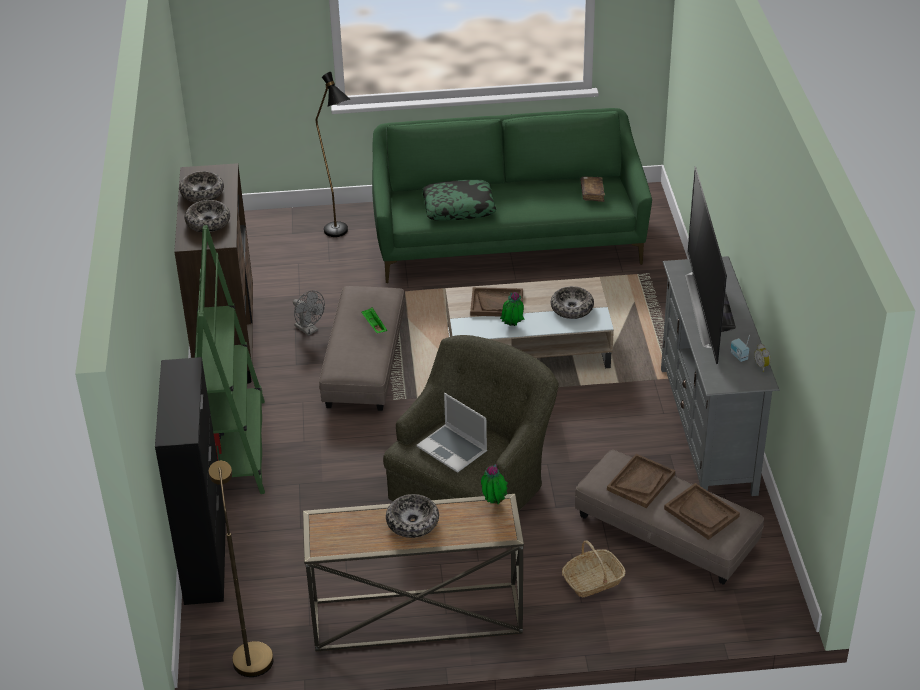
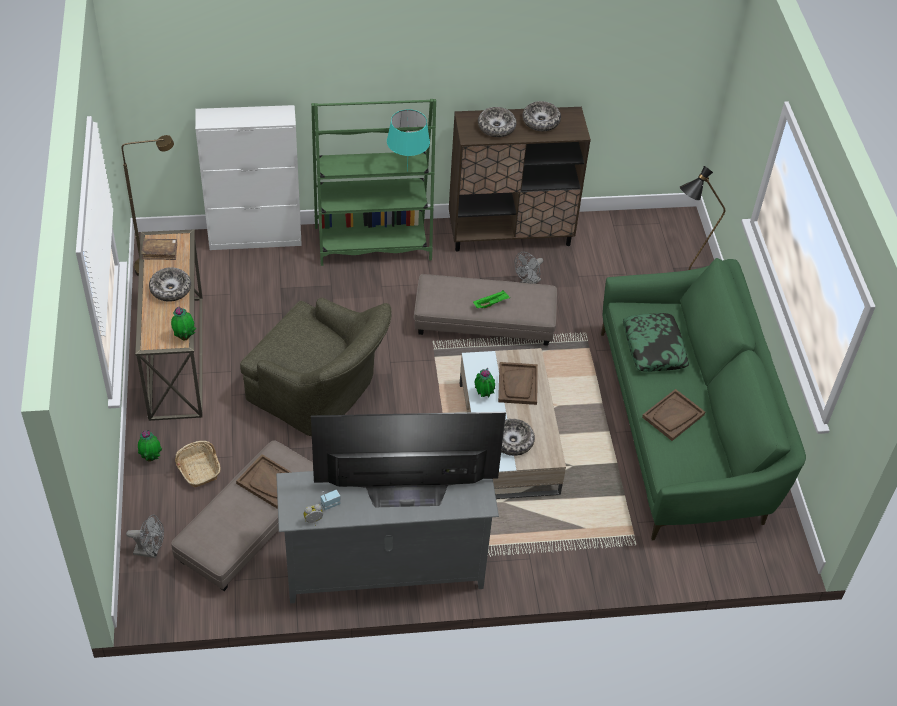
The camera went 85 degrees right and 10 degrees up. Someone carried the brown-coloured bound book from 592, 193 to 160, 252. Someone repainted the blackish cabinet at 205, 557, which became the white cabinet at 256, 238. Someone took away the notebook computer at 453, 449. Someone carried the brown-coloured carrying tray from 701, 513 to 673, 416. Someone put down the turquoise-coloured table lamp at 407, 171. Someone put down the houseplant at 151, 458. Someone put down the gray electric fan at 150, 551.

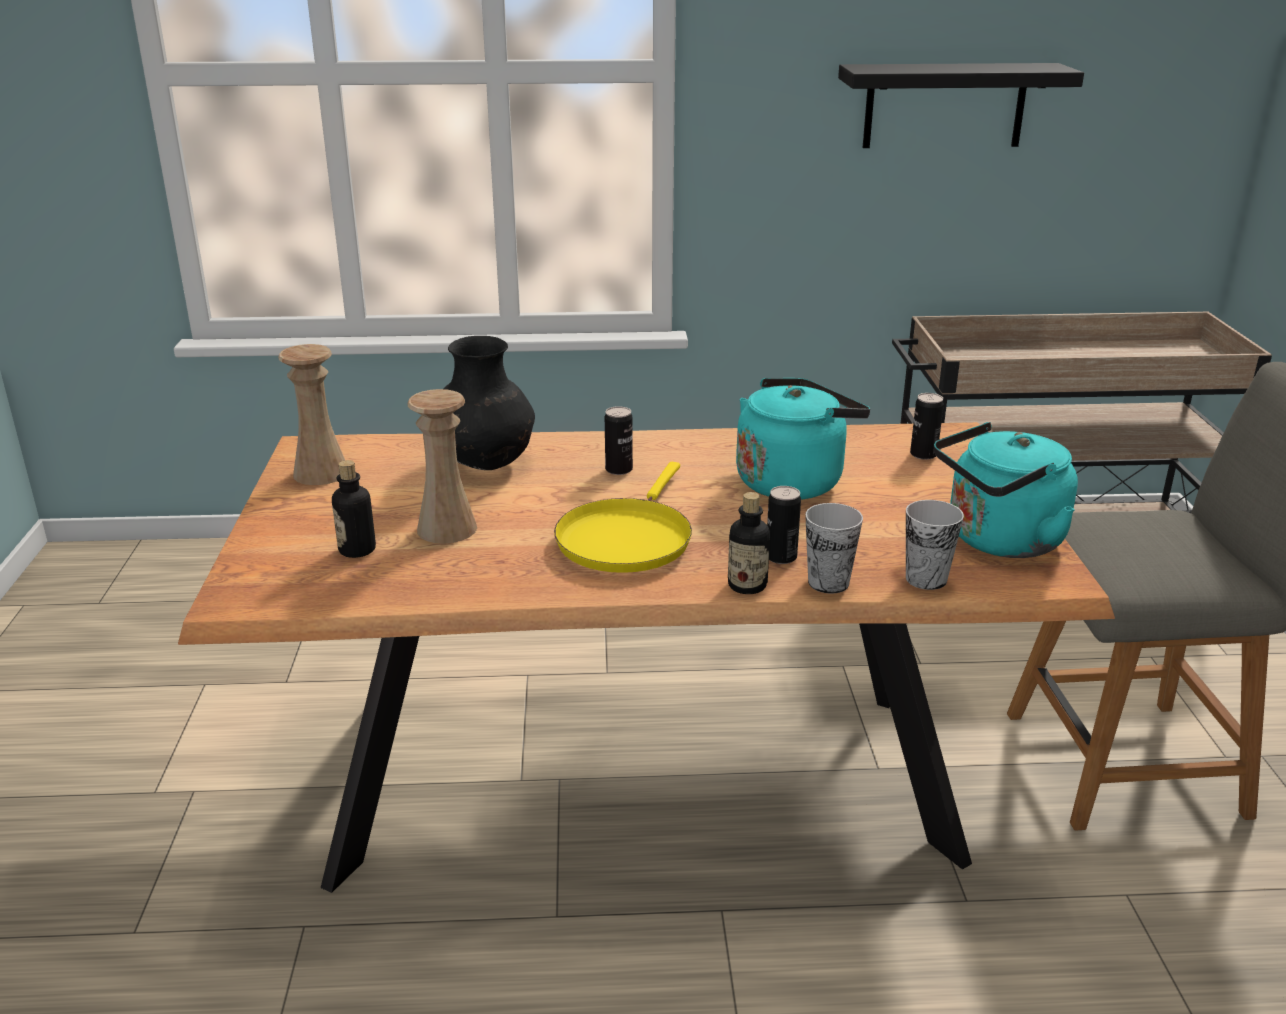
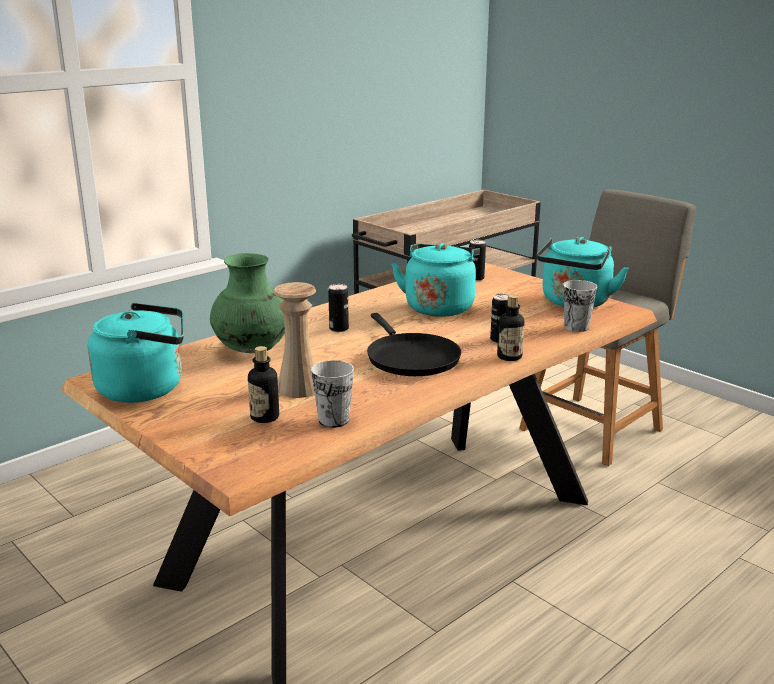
The camera went 40 degrees left and 5 degrees down. Someone took away the blackish bracket shelf at 944, 105. Someone repainted the blackish flower vase at 485, 464, which became the greenish flower vase at 252, 350. Someone swapped the sand-coloured flower vase at 321, 473 for the turquoise-coloured water kettle at 146, 388. Someone repainted the yellowish skillet at 626, 539, which became the blackish skillet at 410, 358. Someone carried the drinking cup from 828, 582 to 333, 420.

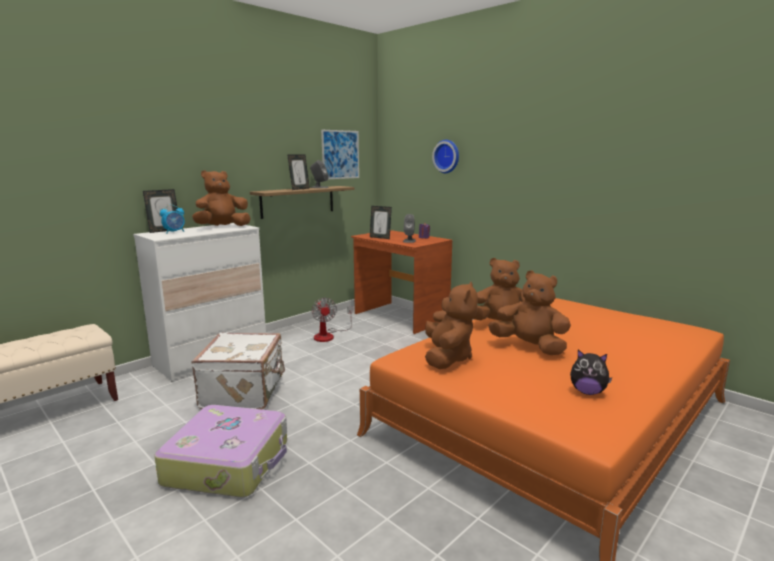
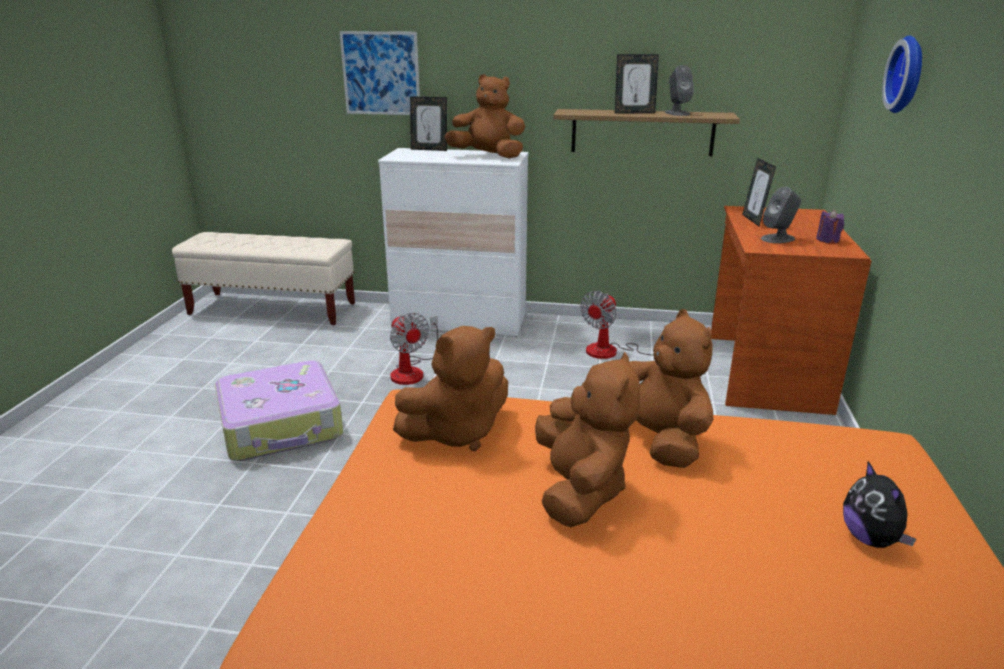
The camera went 55 degrees right and 10 degrees up. Someone carried the wall picture from 340, 154 to 381, 73. Someone took away the alarm clock at 174, 232. Someone swapped the white piece of luggage at 244, 392 for the electric fan at 412, 371. Someone carried the cuddly toy from 587, 392 to 871, 539.

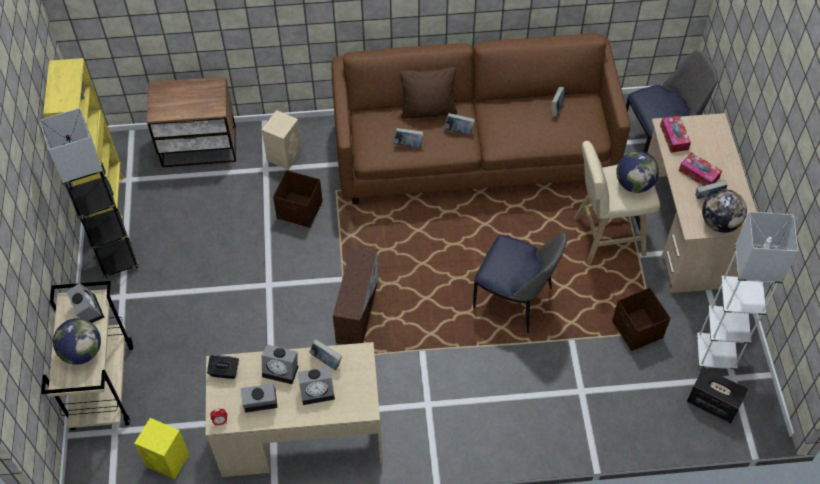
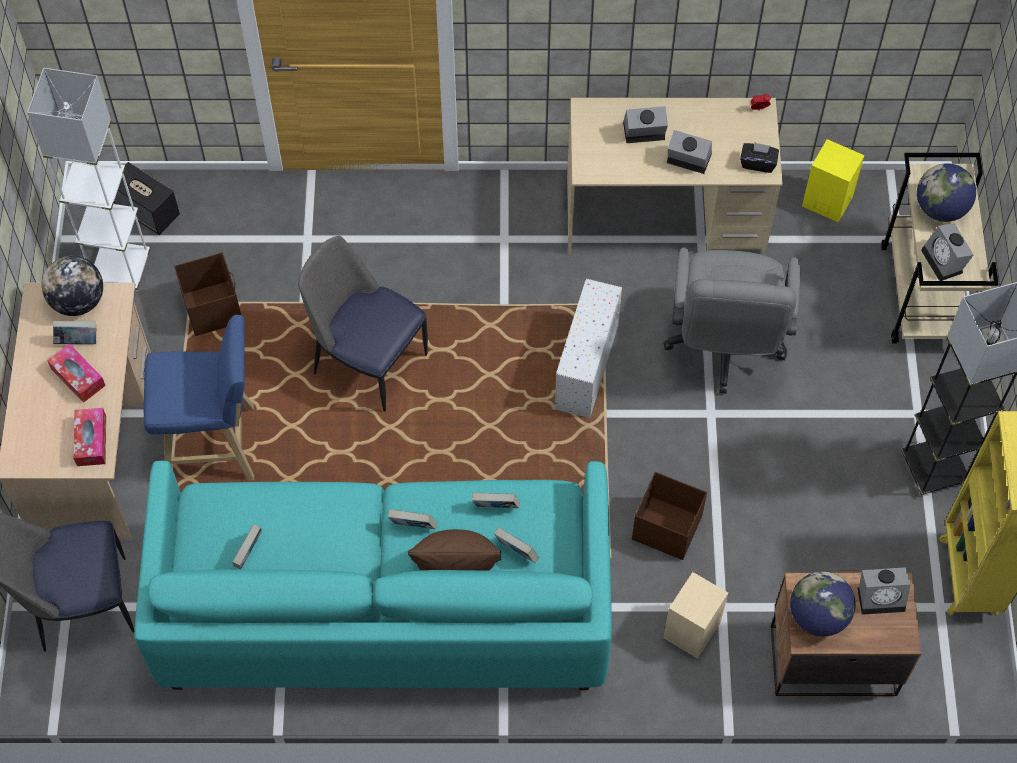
The camera went 175 degrees left and 5 degrees up. Someone repainted the brown-coloured couch at 474, 153, which became the turquoise-coloured couch at 383, 607. Someone repainted the sand-coloured stool at 605, 236, which became the blue-coloured stool at 216, 445. Someone carried the globe from 634, 184 to 818, 616. Someone repainted the brown-coloured storage box at 357, 308, which became the white storage box at 586, 368. Someone carried the bound book from 326, 361 to 516, 552. Someone carried the alarm clock from 259, 402 to 882, 597. Someone put down the gray office chair at 724, 348.

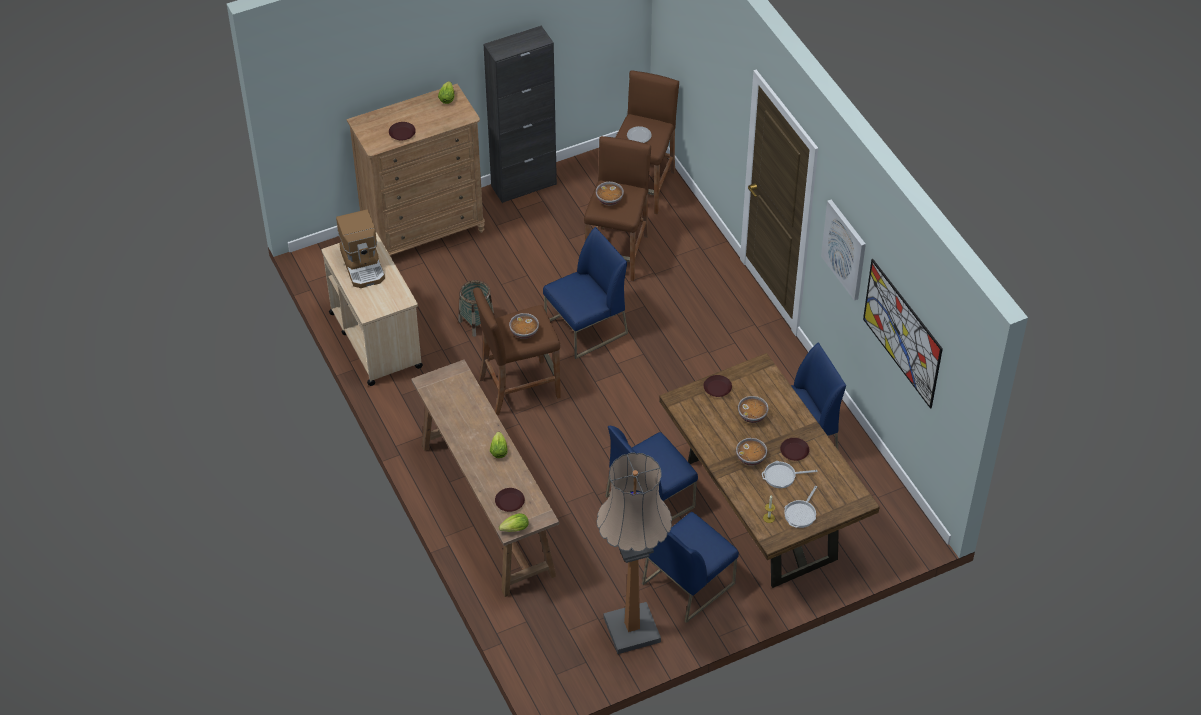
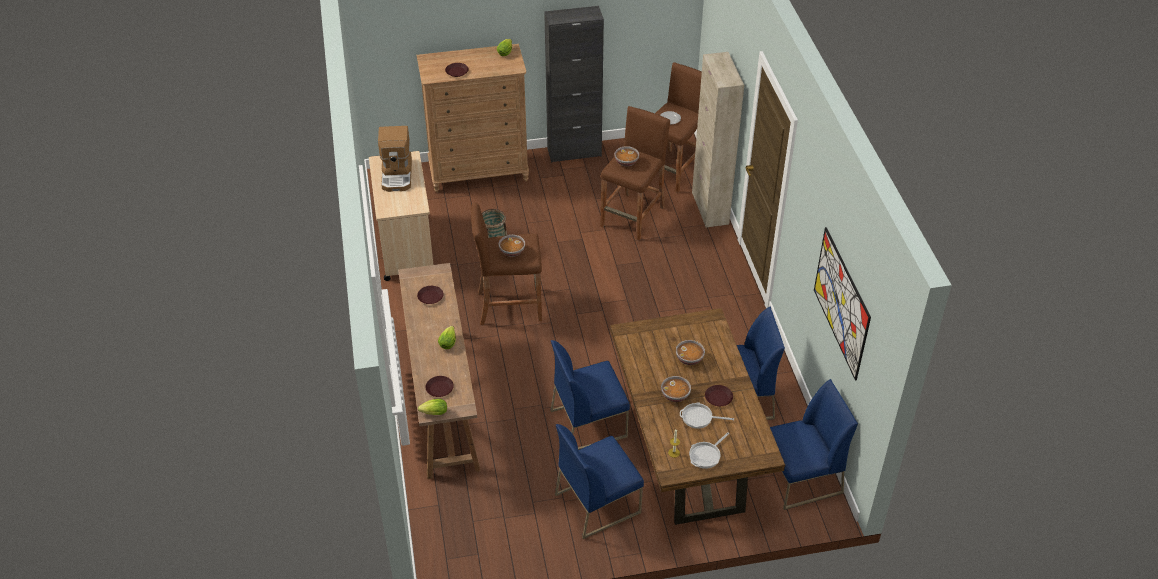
The camera went 15 degrees right and 5 degrees down. Someone took away the wall picture at 845, 249. Someone carried the blue-coloured plain chair from 586, 328 to 800, 479. Someone carried the brown-coloured plate from 717, 388 to 430, 297. Someone took away the standing lamp at 632, 630. Someone put down the sand-coloured cabinet at 710, 208.

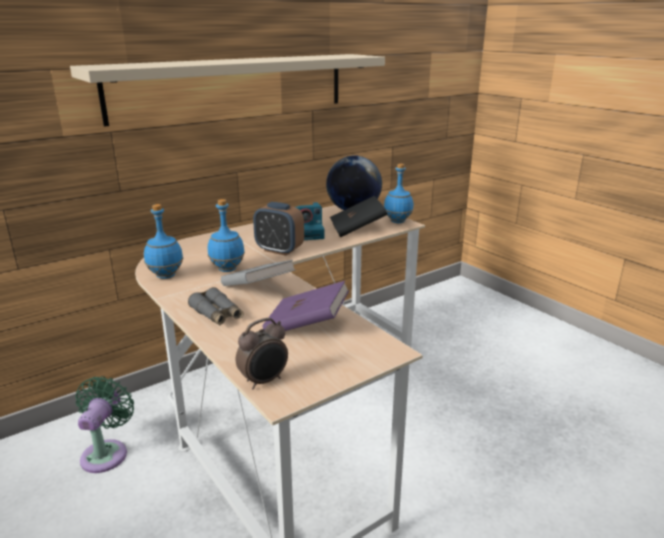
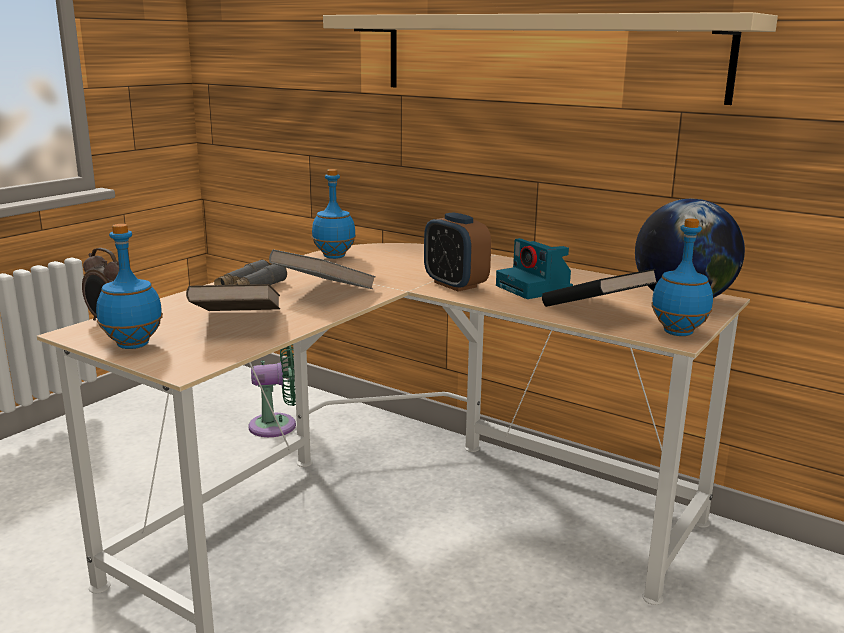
The camera went 70 degrees right and 5 degrees down. Someone carried the blue-coloured beverage bottle from 228, 269 to 133, 345. Someone rotated the alarm clock at 279, 250 by 45 degrees counterclockwise. Someone repainted the purple-coloured bound book at 306, 326, which became the brown-coloured bound book at 237, 323.

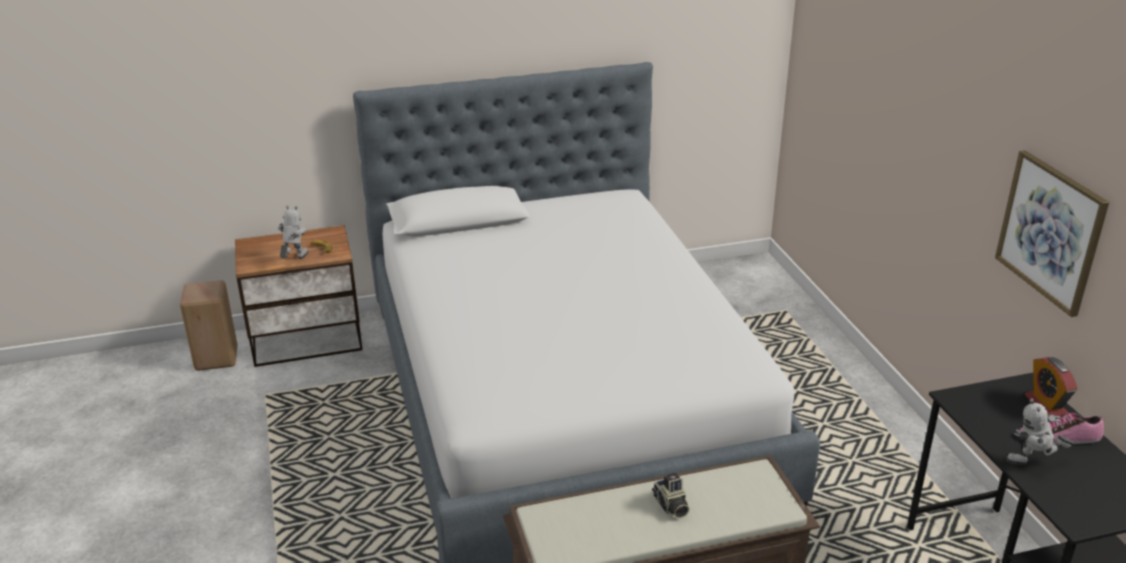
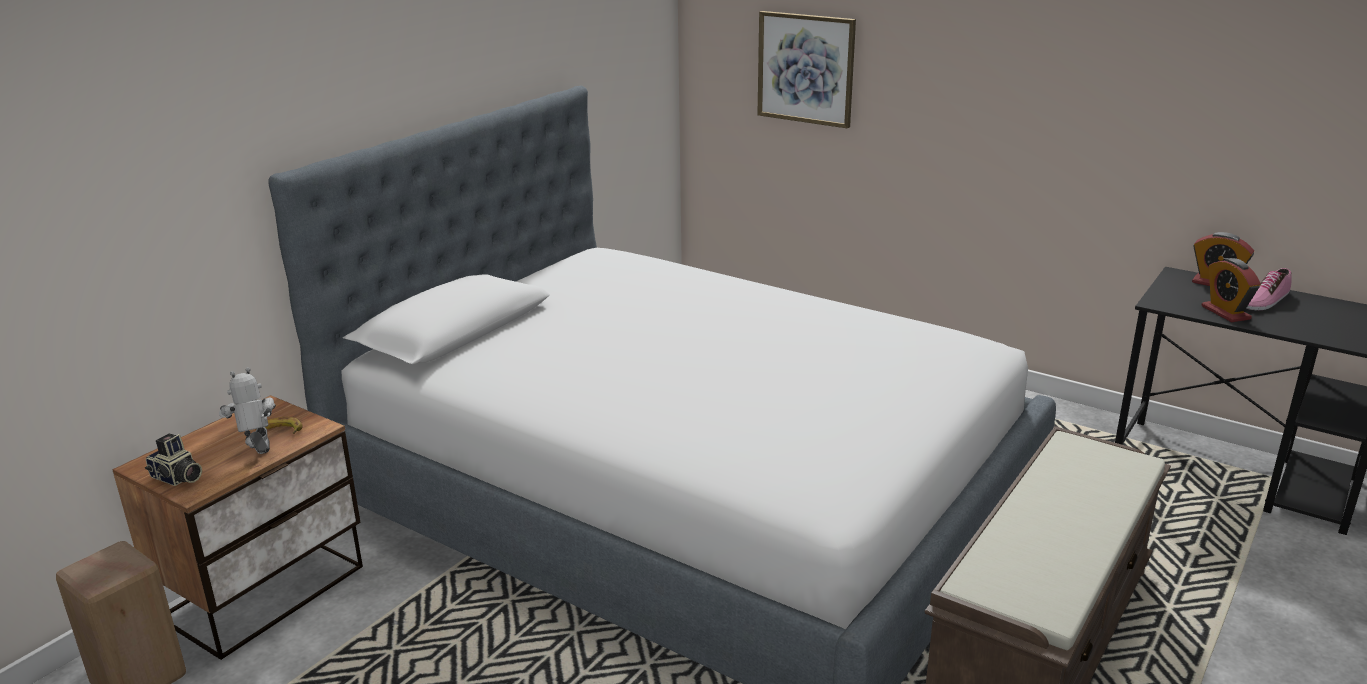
The camera went 40 degrees left and 5 degrees down. Someone carried the wall picture from 1050, 231 to 806, 68. Someone took away the model robot at 1033, 465. Someone carried the photo camera from 670, 506 to 177, 478. Someone put down the alarm clock at 1225, 312.

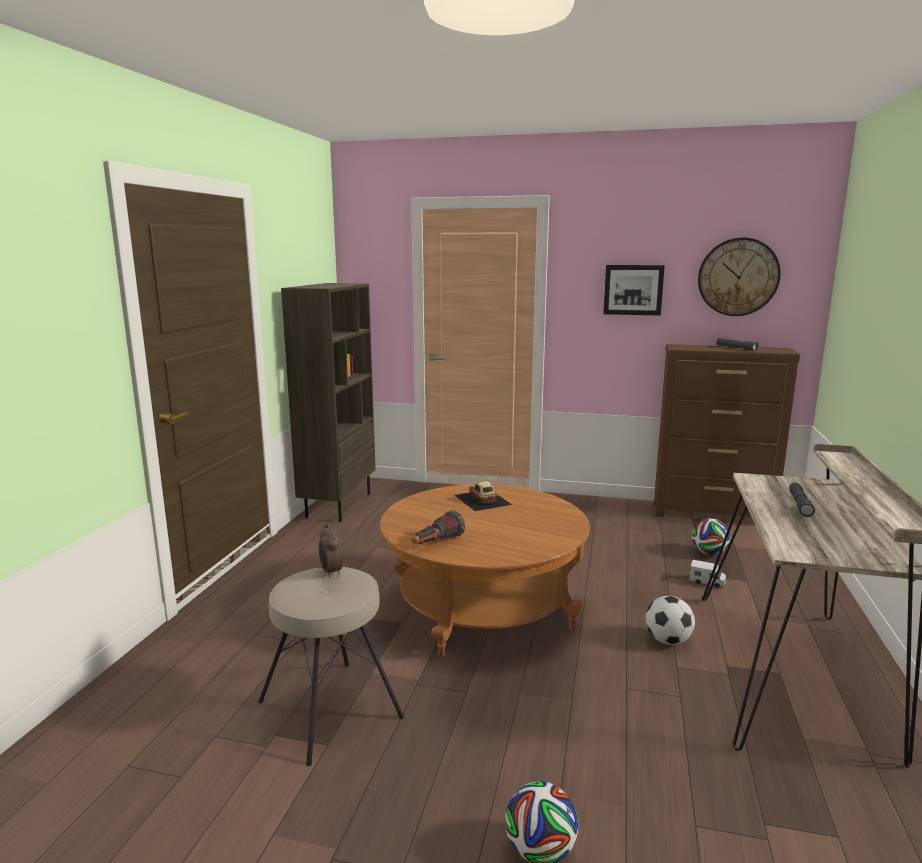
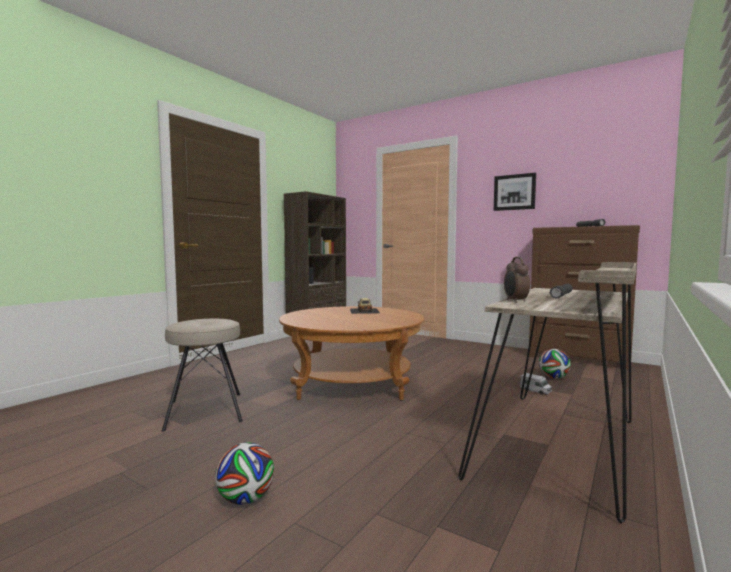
The camera went 20 degrees right and 10 degrees down. Someone took away the clock on the wall at 738, 277. Someone took away the hand torch at 436, 544. Someone carried the alarm clock from 330, 572 to 515, 301. Someone took away the ball for football at 668, 640.

